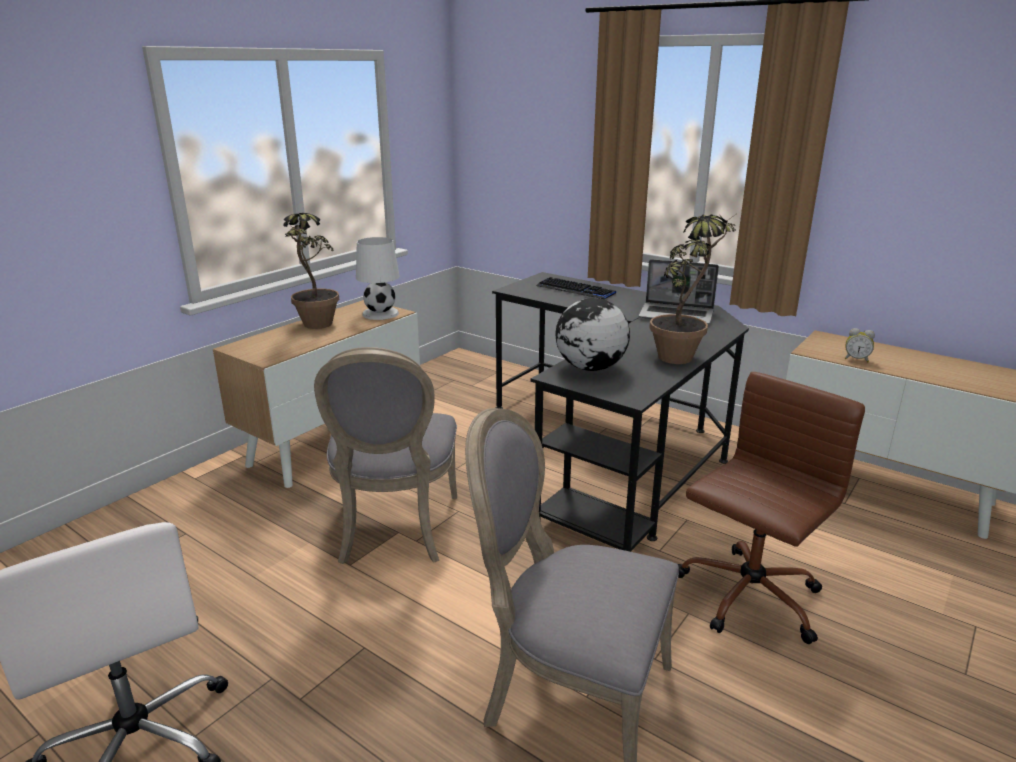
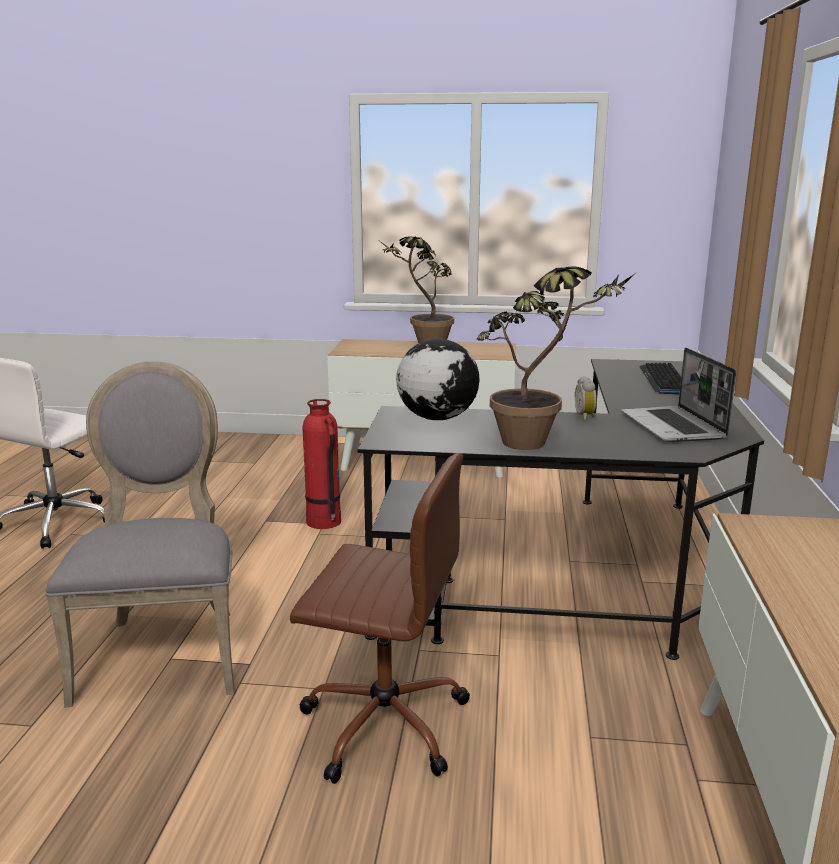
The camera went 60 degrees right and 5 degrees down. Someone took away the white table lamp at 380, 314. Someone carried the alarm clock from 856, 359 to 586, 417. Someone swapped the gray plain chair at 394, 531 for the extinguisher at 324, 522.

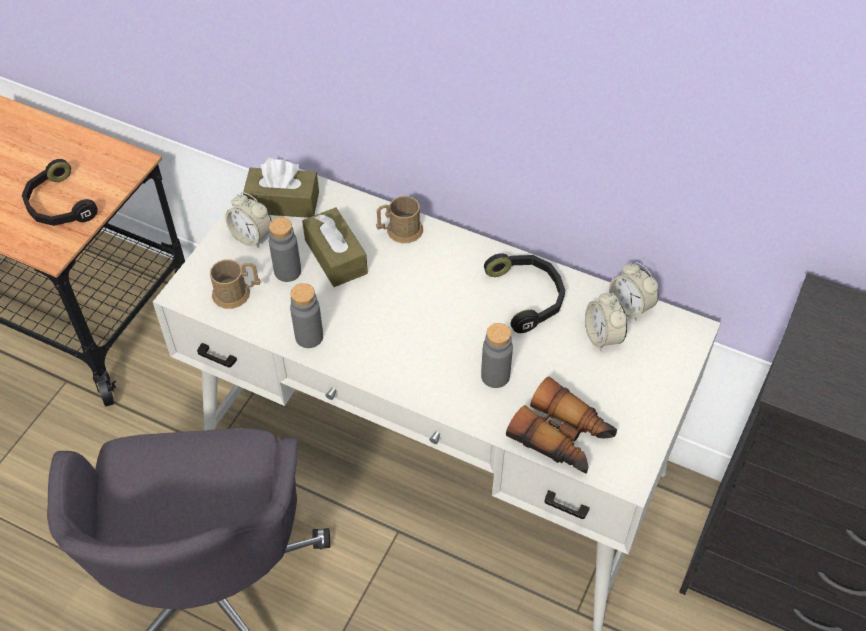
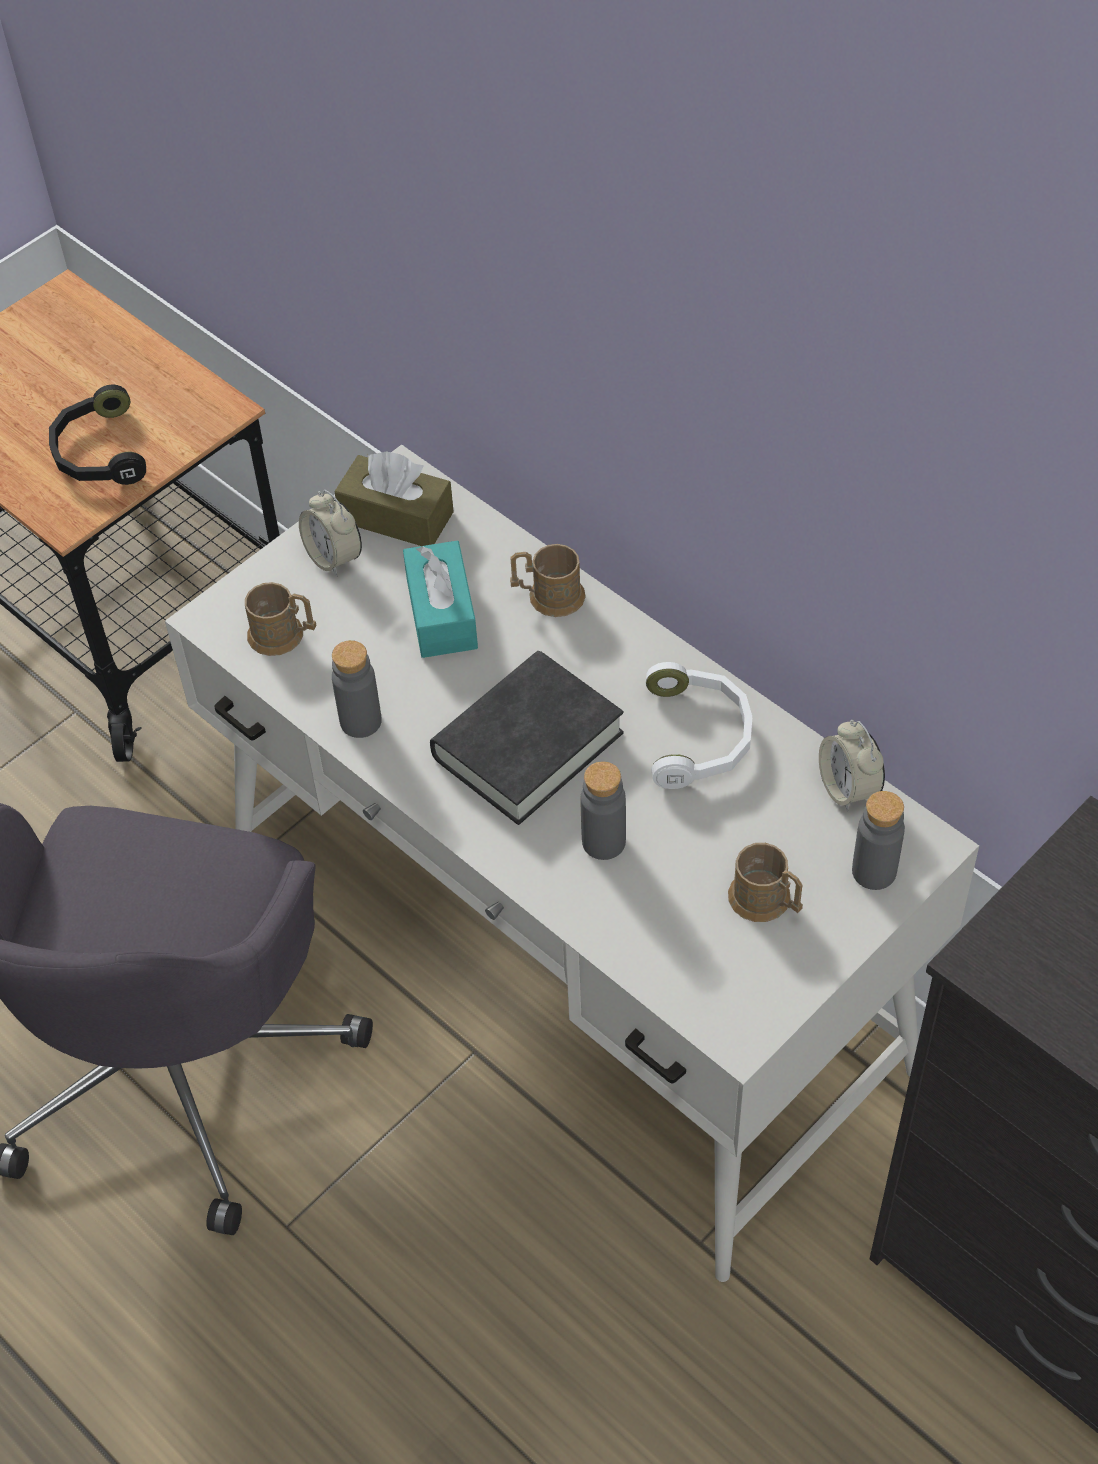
The camera went 20 degrees right and 0 degrees up. Someone repainted the brown-coloured tissue holder at 336, 256, which became the turquoise-coloured tissue holder at 441, 613. Someone carried the gray beverage bottle from 287, 271 to 874, 871. Someone repainted the blackish headset at 528, 296, which became the white headset at 699, 737. Someone took away the alarm clock at 602, 337. Someone took away the binoculars at 563, 437. Someone put down the blackish bound book at 527, 745. Someone put down the brown-coloured coffee mug at 766, 901.

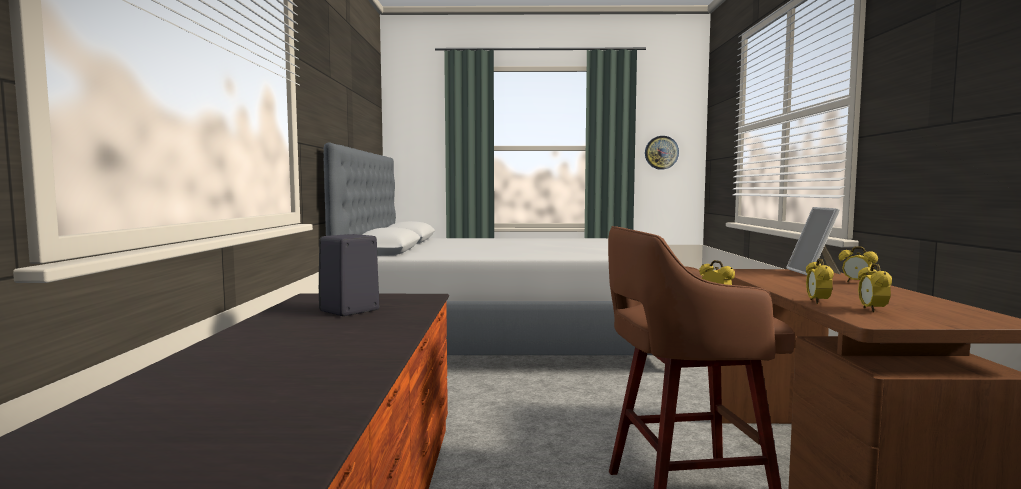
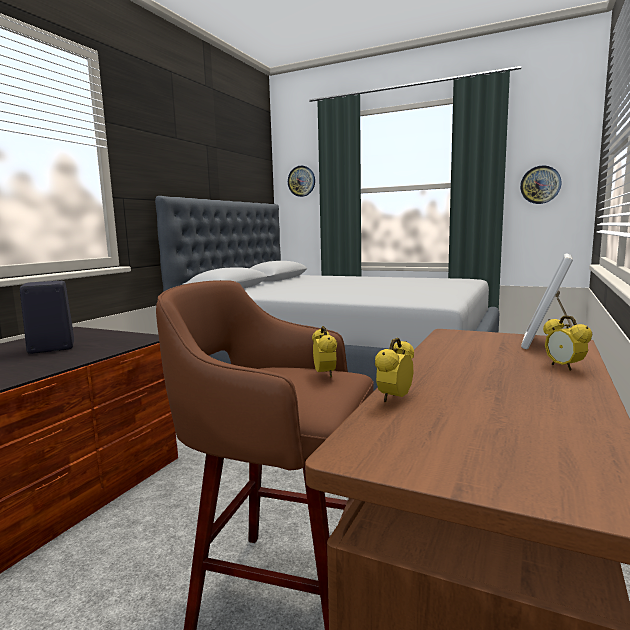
The camera went 25 degrees right and 5 degrees up. Someone took away the alarm clock at 872, 310. Someone put up the clock on the wall at 301, 181.

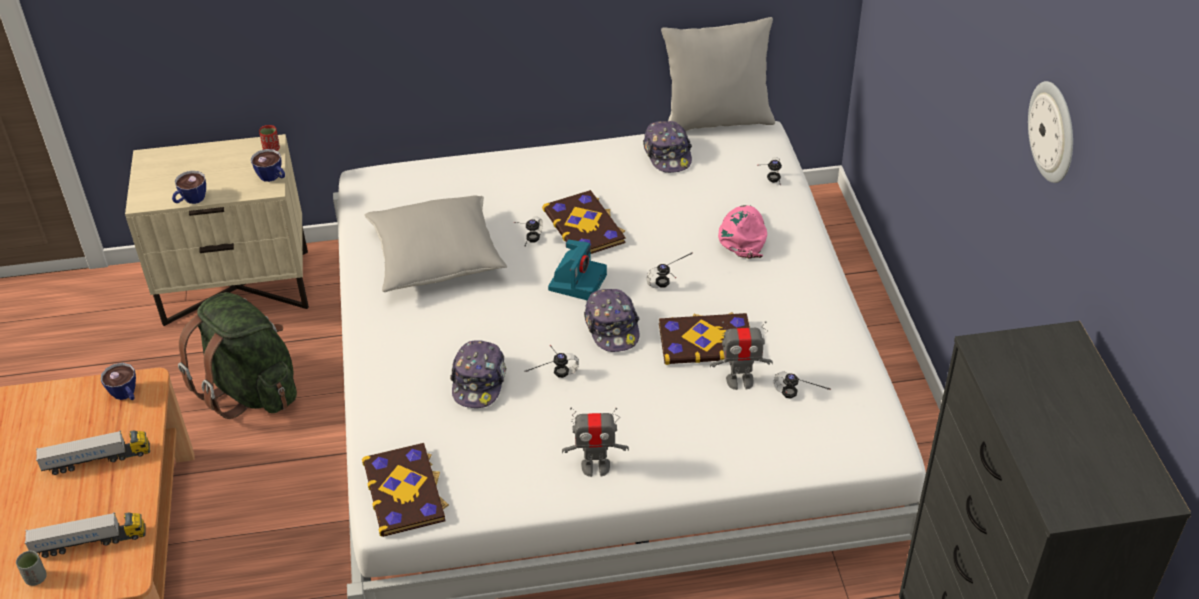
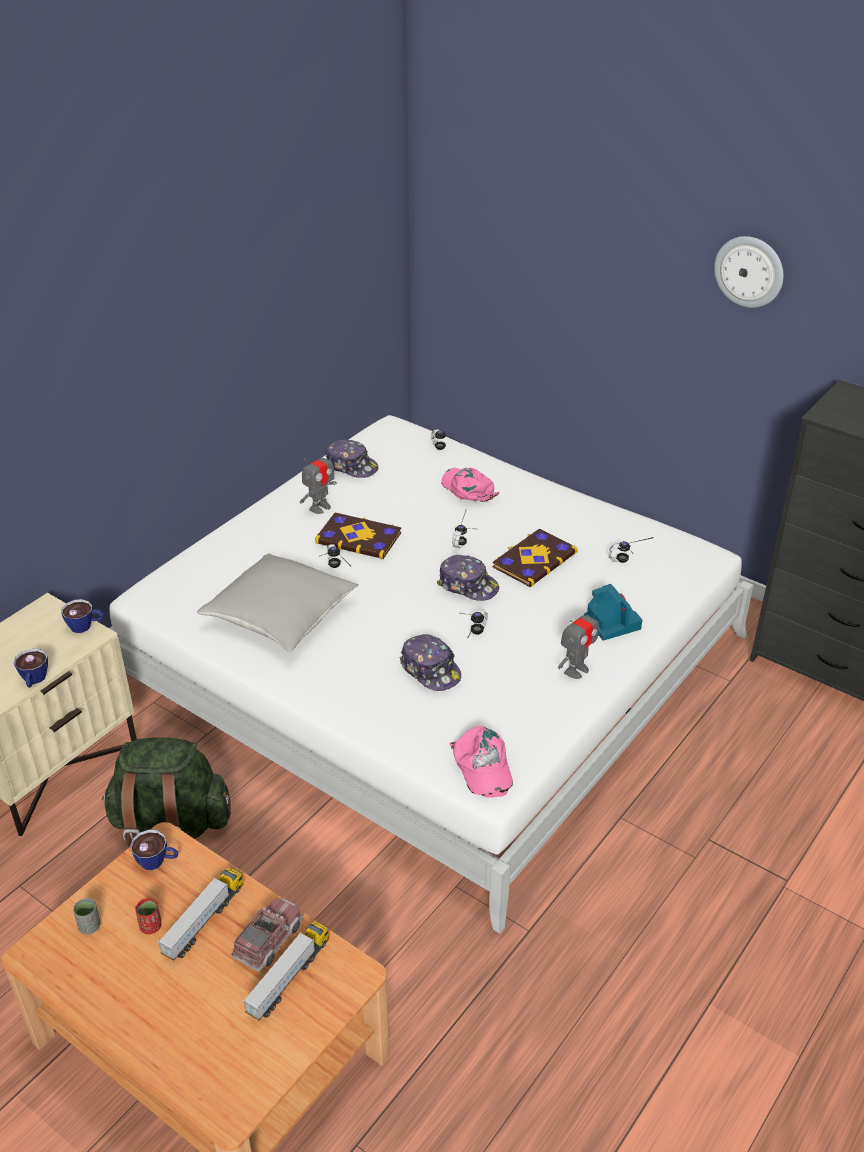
The camera went 45 degrees left and 5 degrees down. Someone took away the gray throw pillow at 716, 120. Someone carried the red-coloured drinking cup from 271, 149 to 151, 926. Someone carried the photo camera from 577, 281 to 611, 622. Someone carried the model robot from 740, 381 to 320, 507. Someone swapped the bound book at 405, 491 for the pink-coloured cap at 482, 767. Someone carried the gray drinking cup from 36, 578 to 90, 926. Someone put down the model truck at 268, 940.

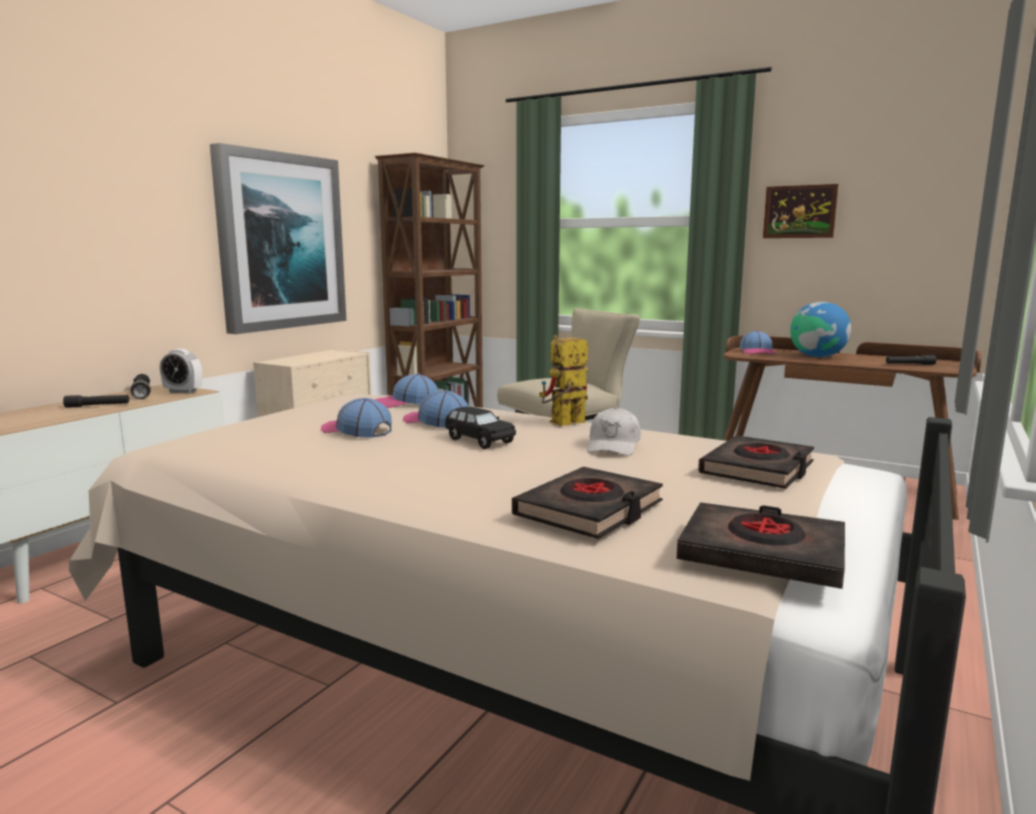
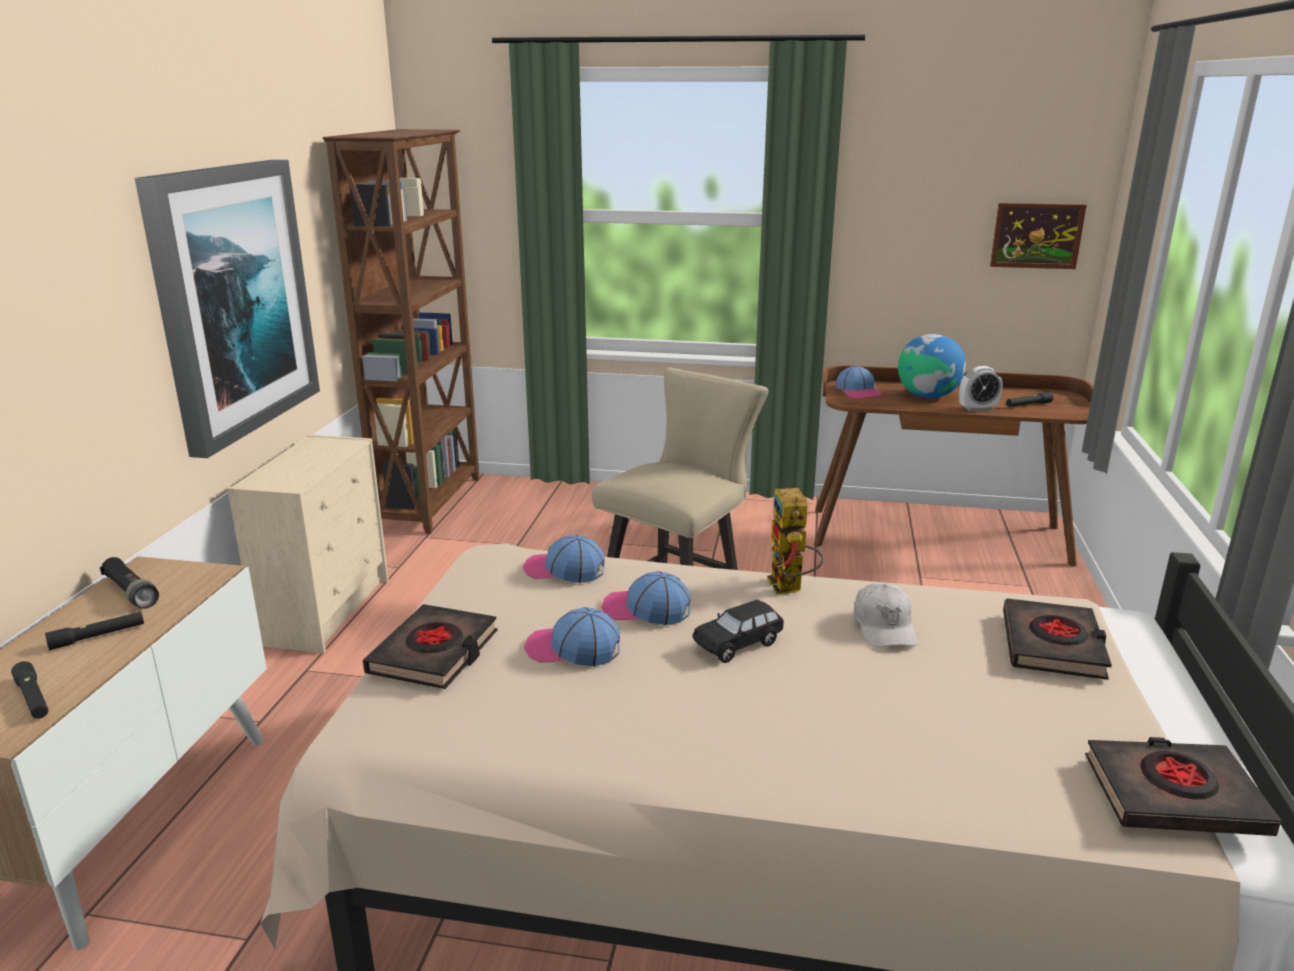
The camera went 20 degrees left and 10 degrees up. Someone carried the wall picture from 799, 211 to 1036, 236. Someone rotated the model robot at 563, 424 by 45 degrees counterclockwise. Someone carried the alarm clock from 183, 392 to 977, 409. Someone rotated the cap at 406, 403 by 45 degrees clockwise. Someone rotated the blackish miniature car at 479, 440 by 120 degrees clockwise. Someone carried the blackish bound book from 590, 510 to 434, 653. Someone put down the blackish hand torch at 33, 698.

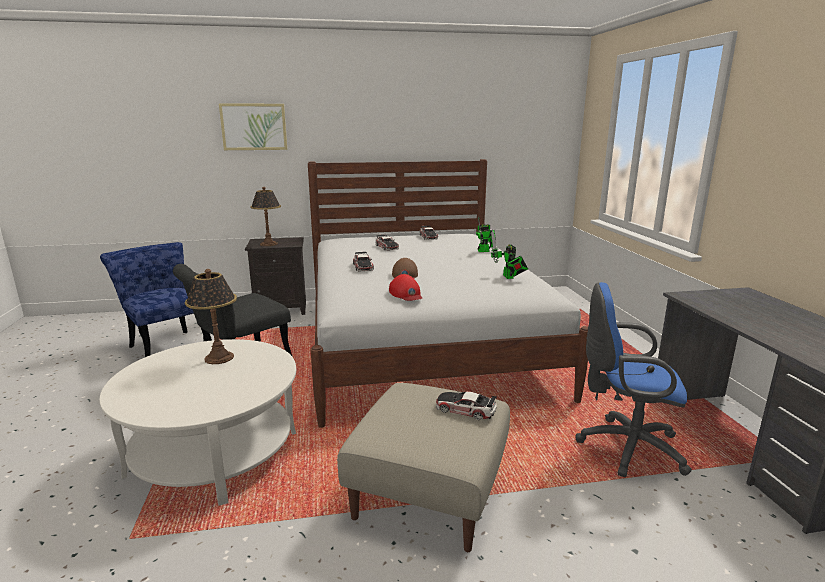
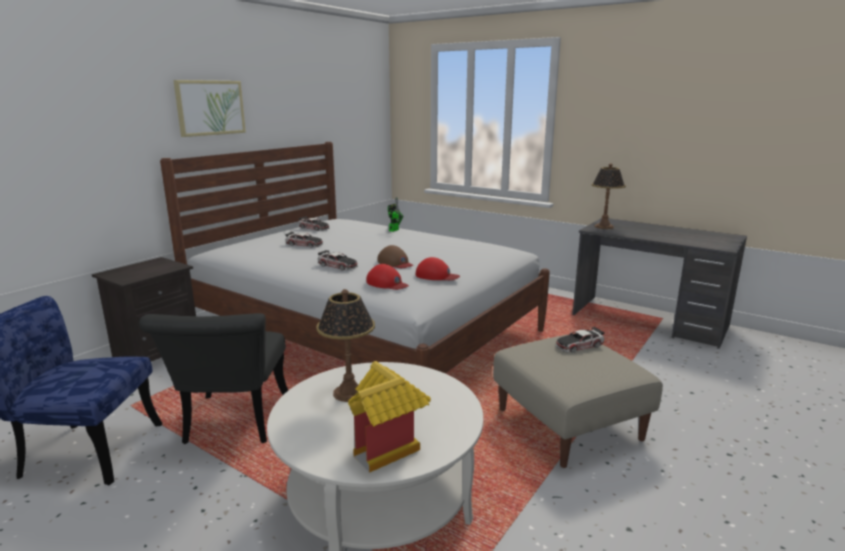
The camera went 45 degrees left and 0 degrees up. Someone carried the wall picture from 254, 127 to 210, 107. Someone carried the table lamp from 269, 244 to 603, 226. Someone took away the model robot at 509, 277. Someone took away the blue-coloured office chair at 625, 447. Someone put down the red-coloured cap at 387, 283. Someone put down the model house at 388, 448.

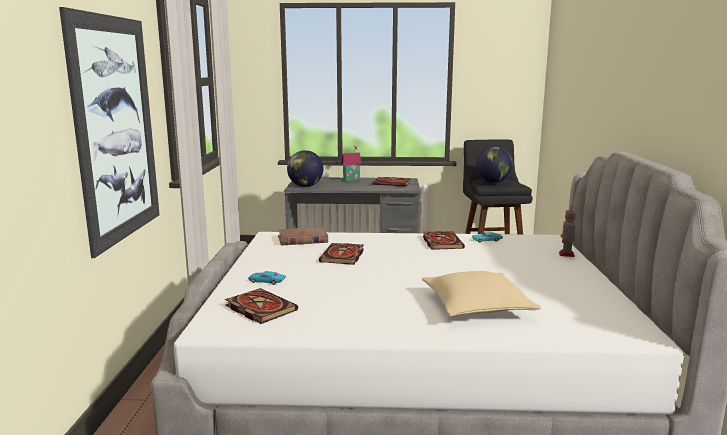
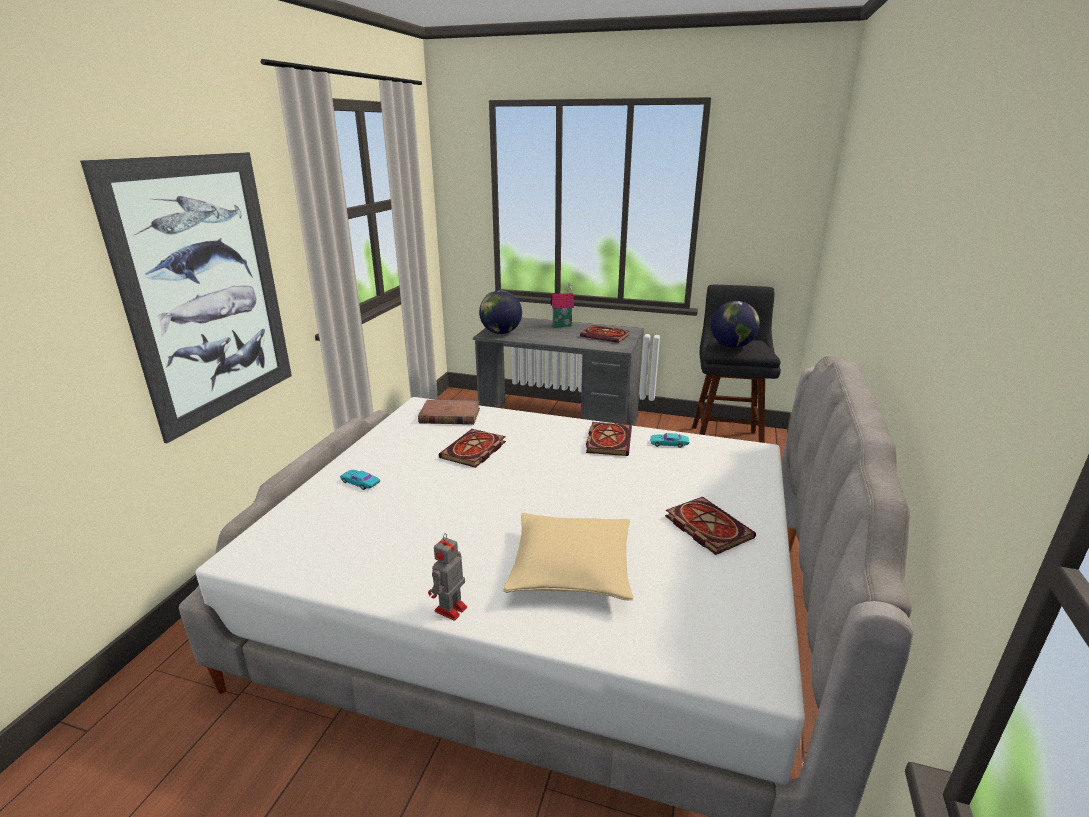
The camera went 15 degrees right and 10 degrees up. Someone carried the model robot from 566, 254 to 449, 610. Someone carried the bound book from 258, 308 to 705, 527.

